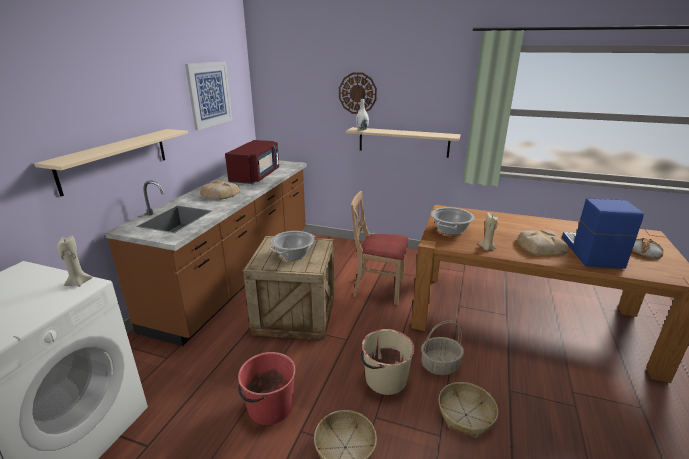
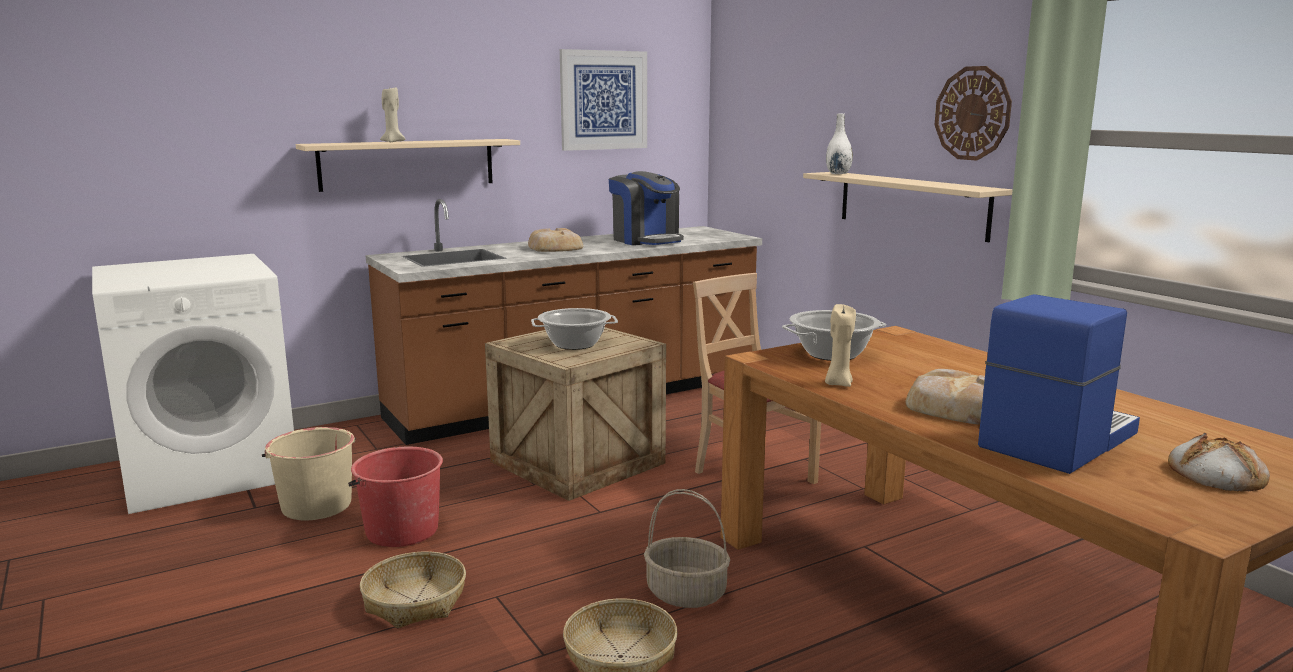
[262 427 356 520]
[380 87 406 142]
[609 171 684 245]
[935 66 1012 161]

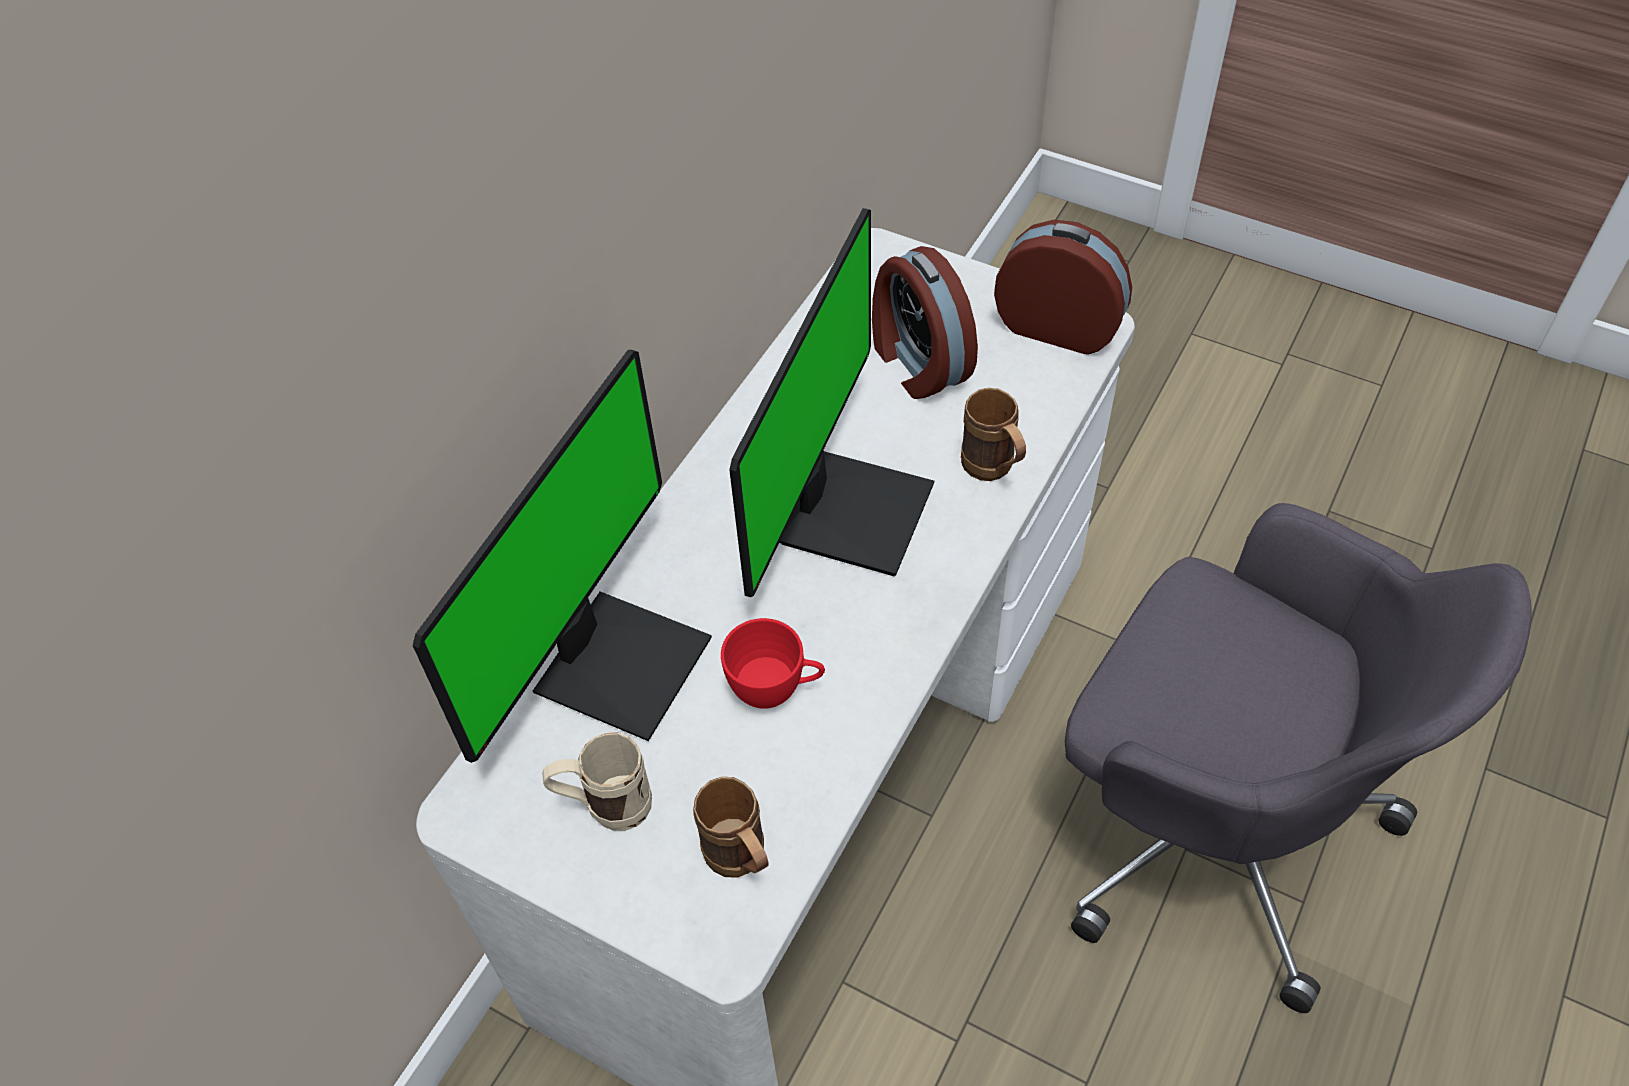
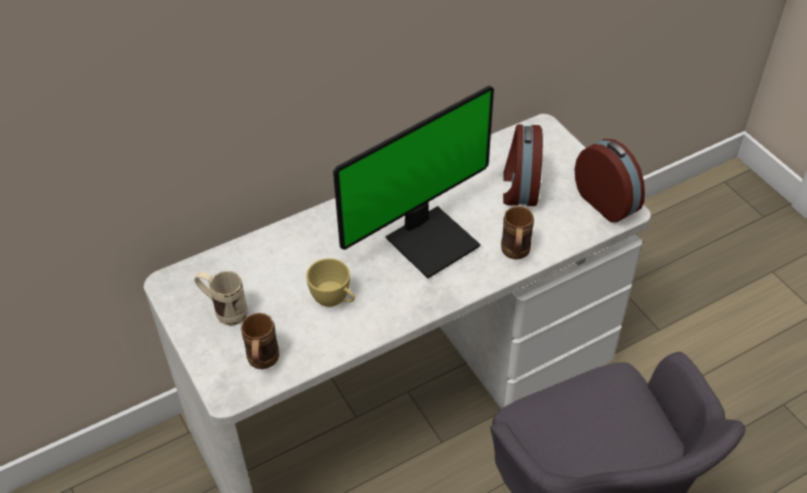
[306 258 355 307]
[412 350 712 763] (first image)

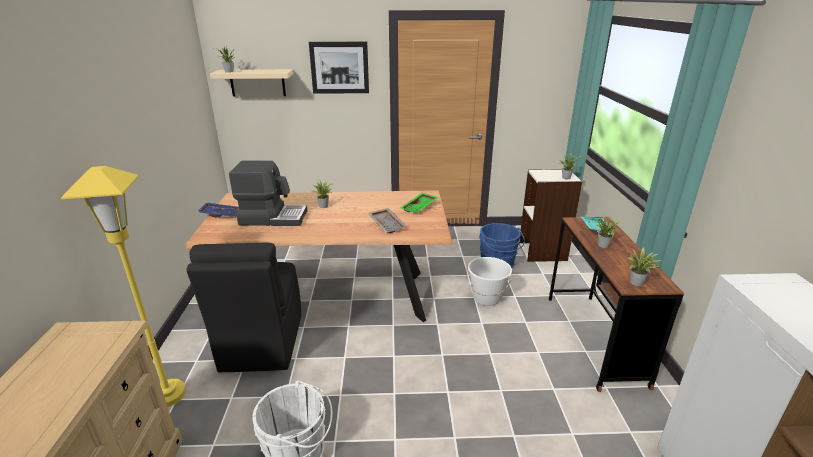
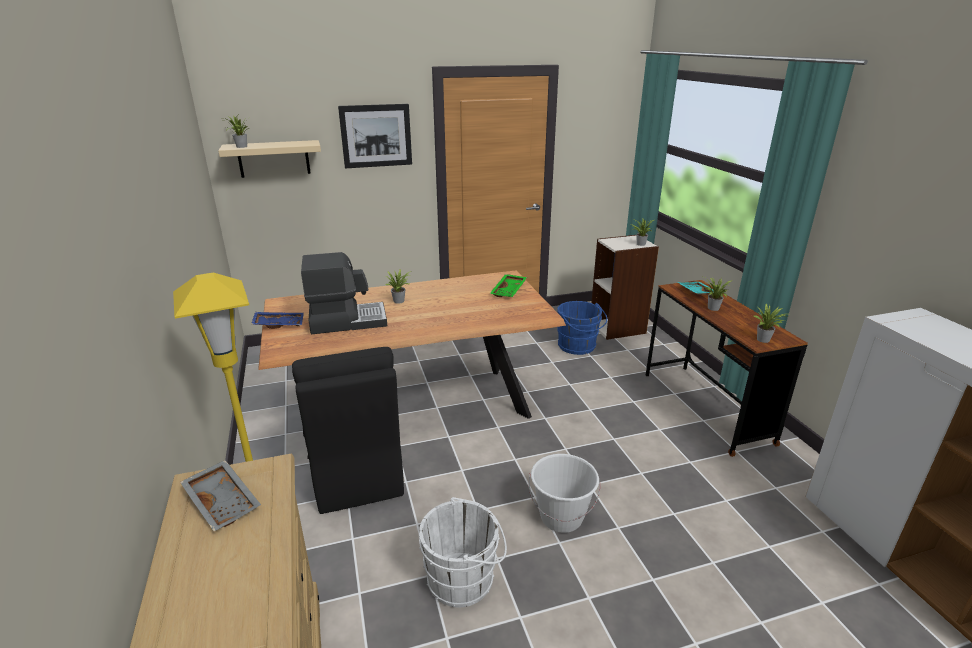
[180 460 261 531]
[529 454 601 533]

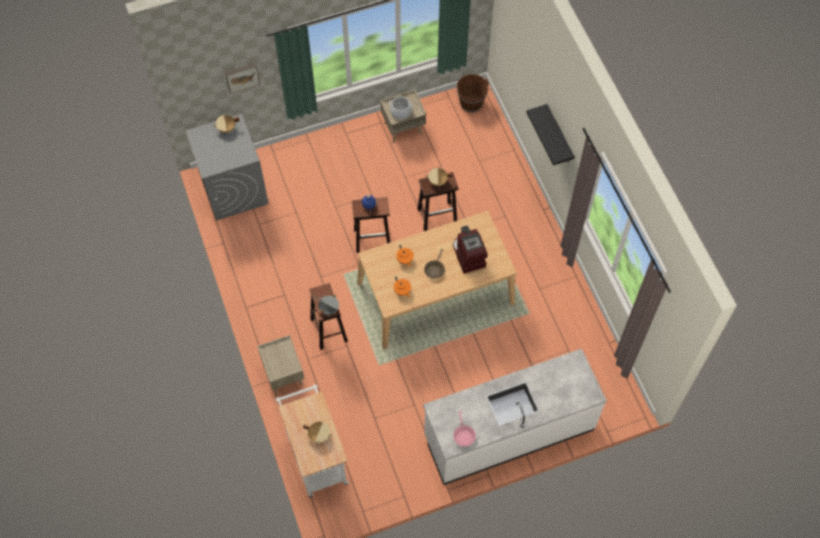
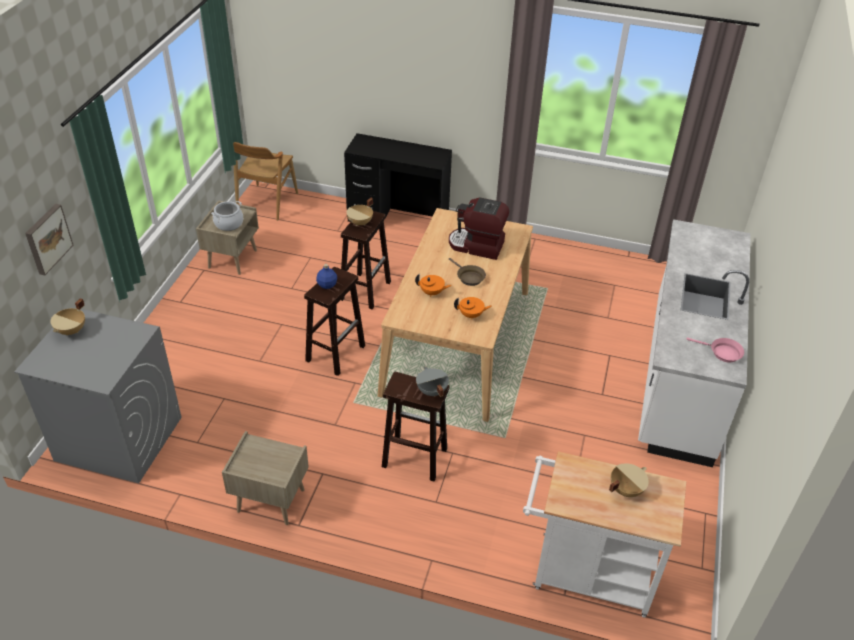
[222 431 309 525]
[233 142 298 221]
[344 133 452 222]
[526 104 575 165] (first image)

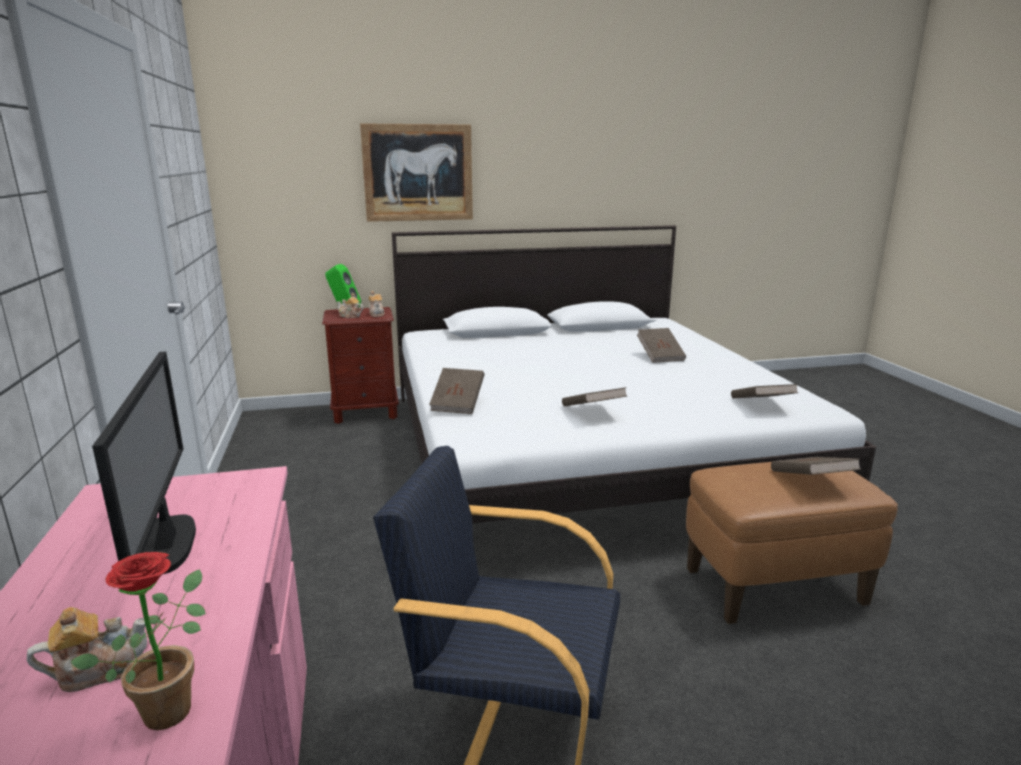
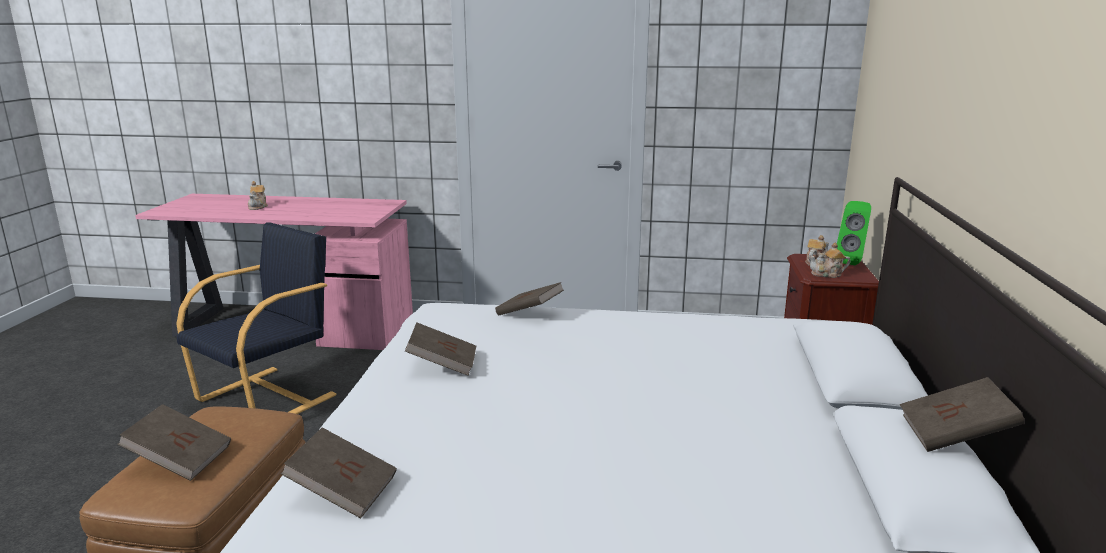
[900 377 1025 452]
[71 552 206 730] (first image)
[92 351 196 574] (first image)
[360 123 473 222] (first image)

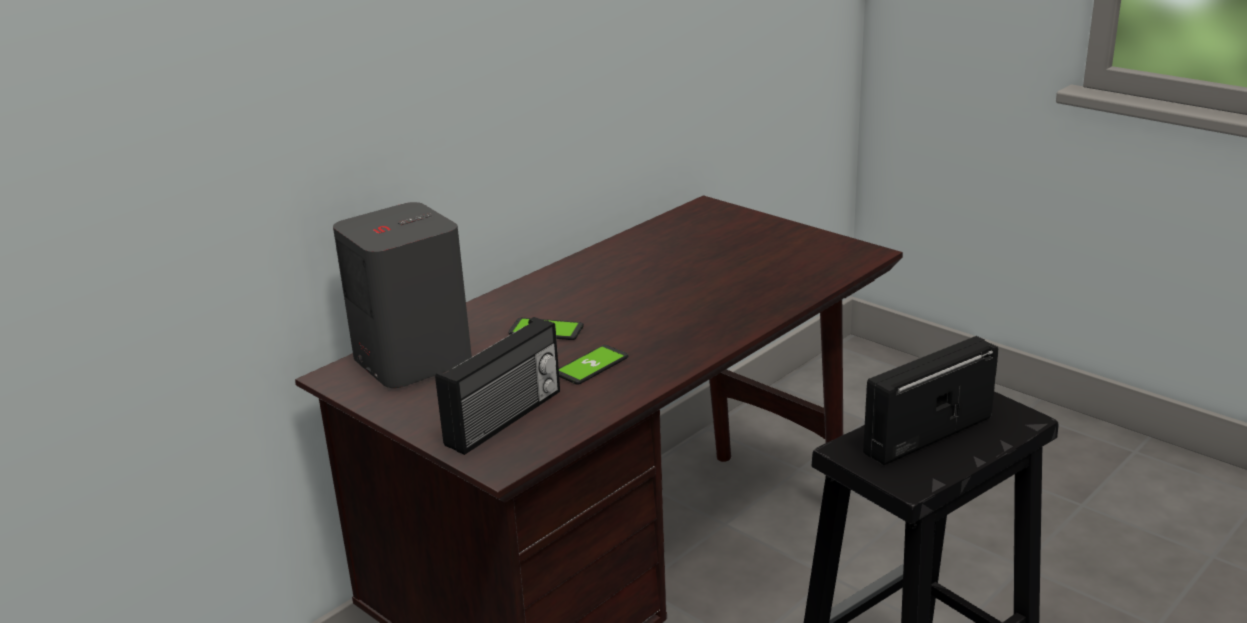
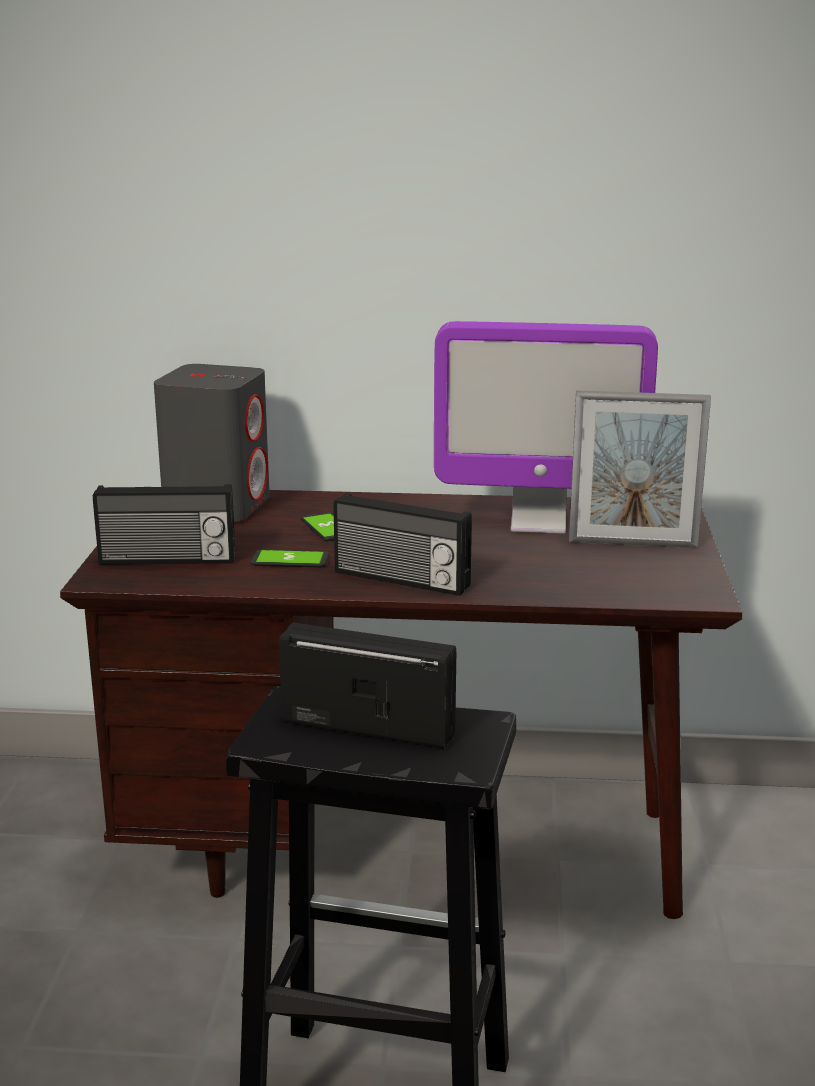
[333 493 472 596]
[434 321 658 534]
[569 390 711 548]

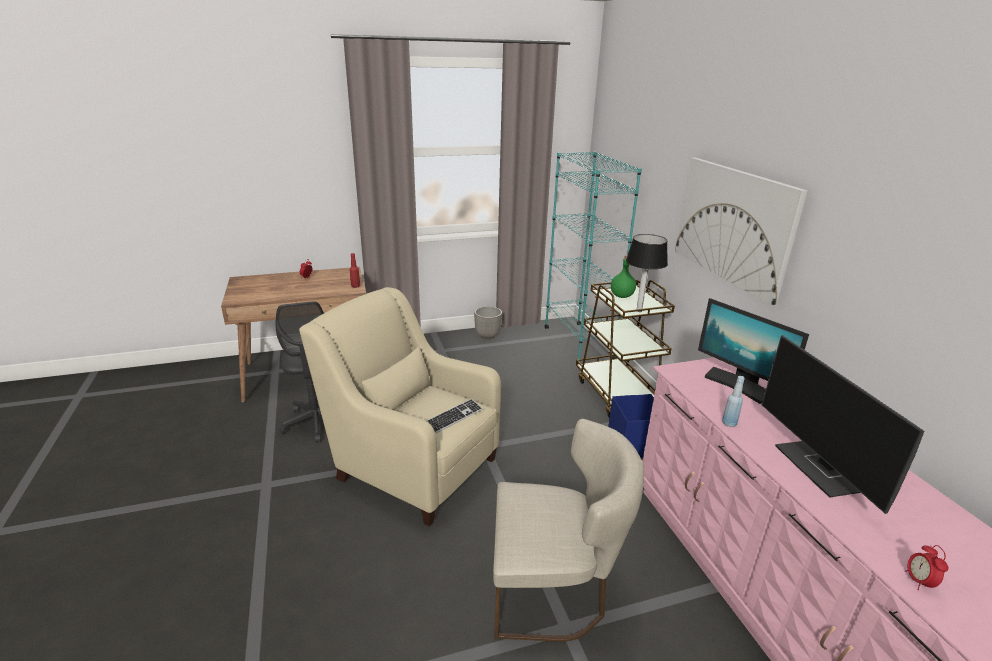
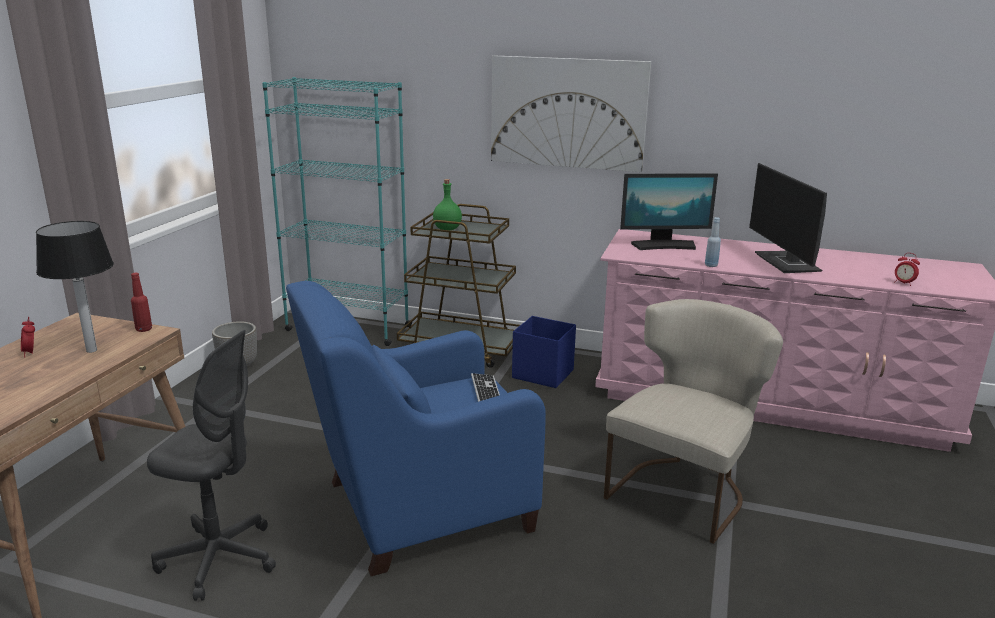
[36 221 114 353]
[286 281 546 576]
[749 163 827 273]

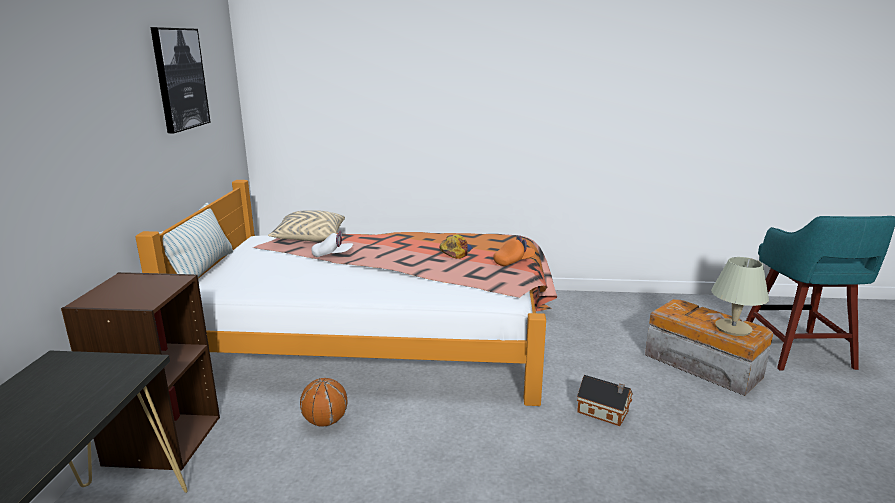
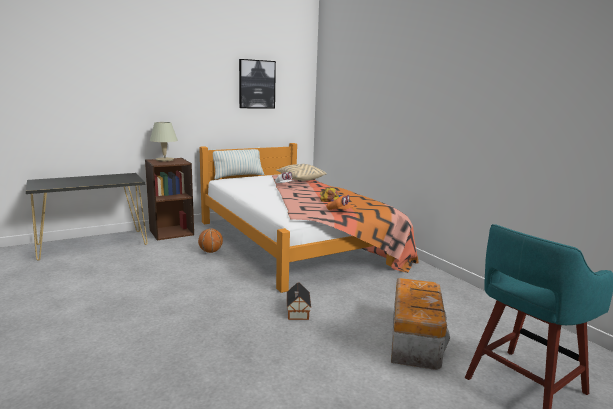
[150 122 178 161]

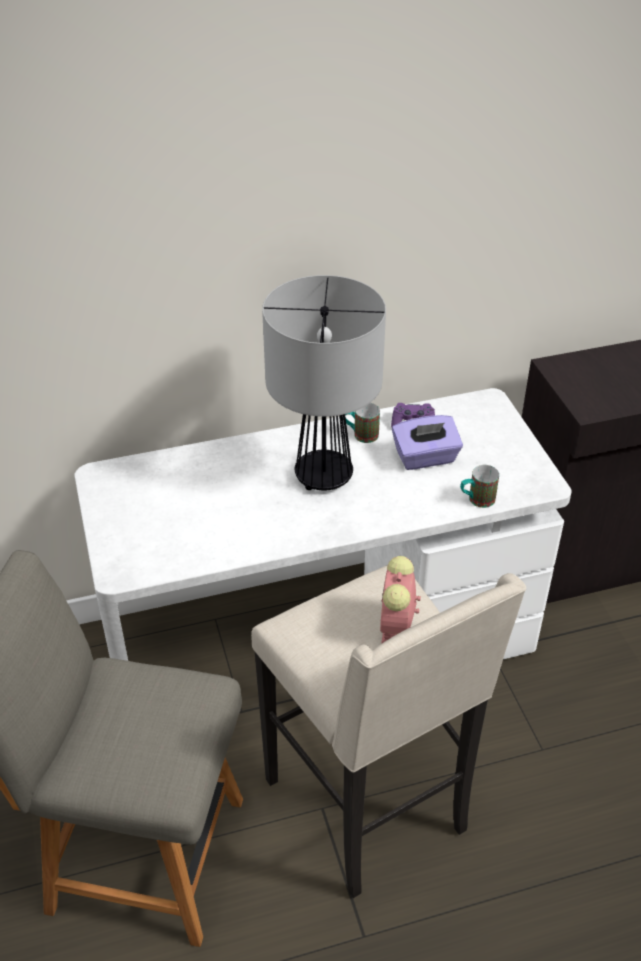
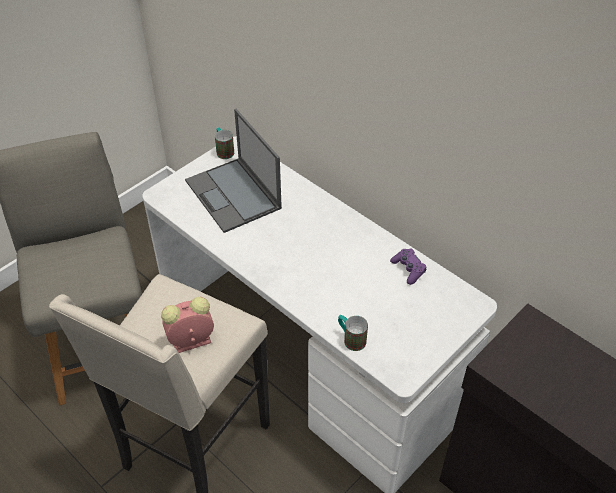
[185 109 282 233]
[215 127 234 159]
[262 275 386 490] (first image)
[392 415 463 470] (first image)

